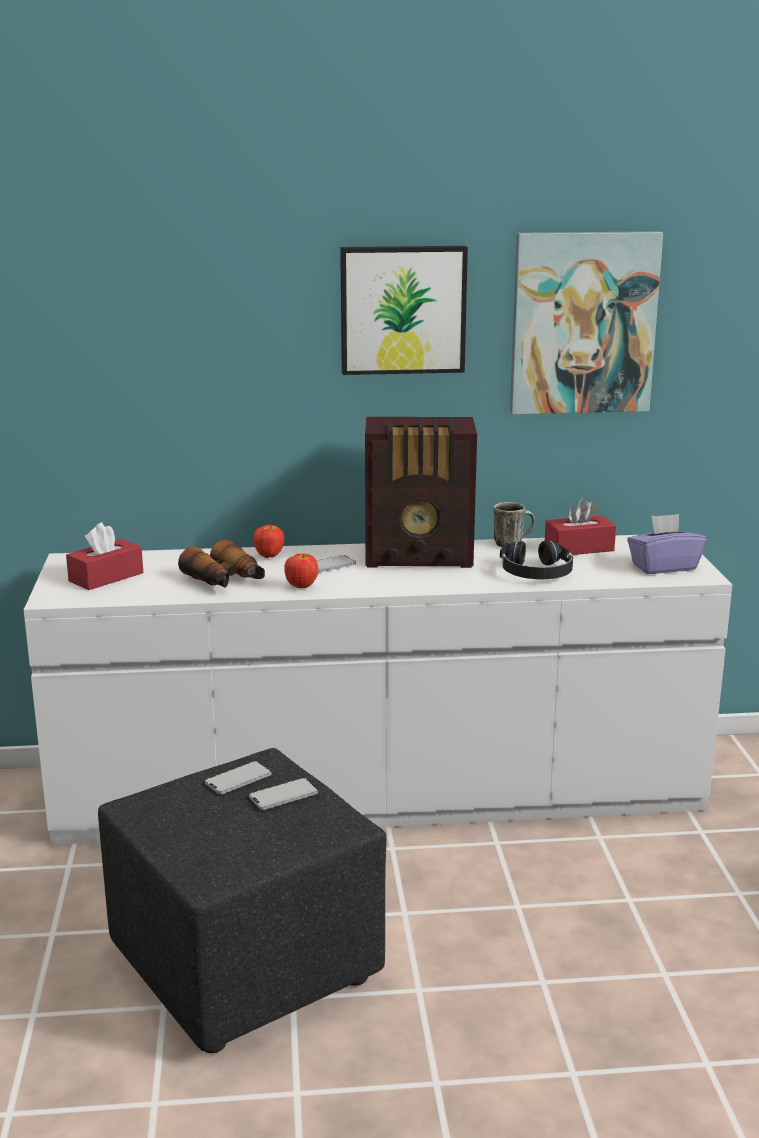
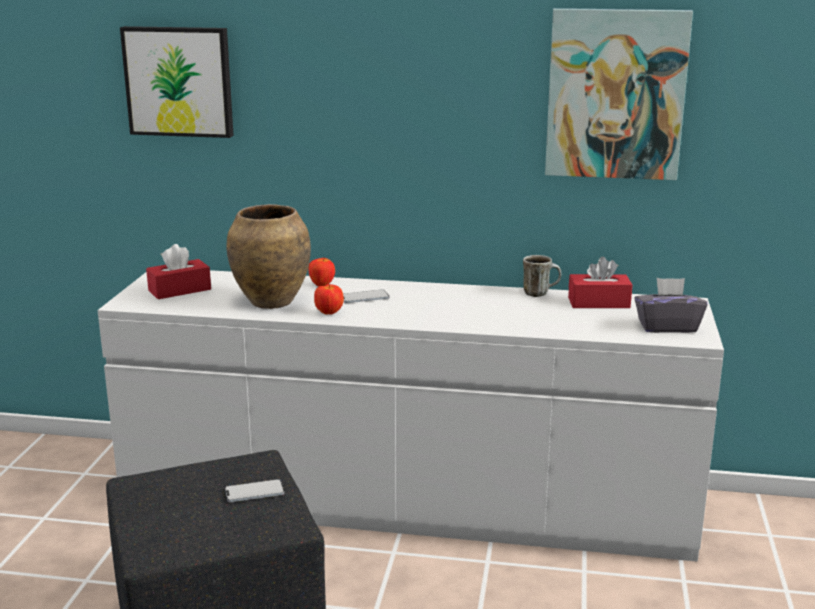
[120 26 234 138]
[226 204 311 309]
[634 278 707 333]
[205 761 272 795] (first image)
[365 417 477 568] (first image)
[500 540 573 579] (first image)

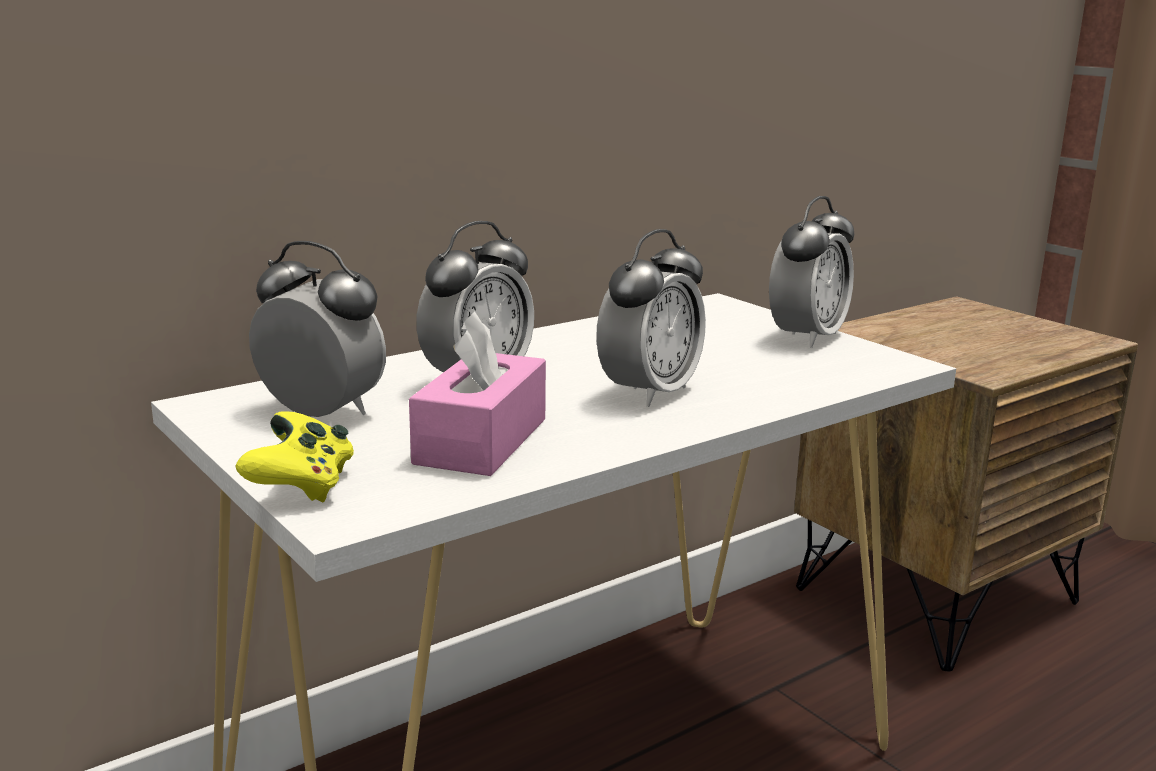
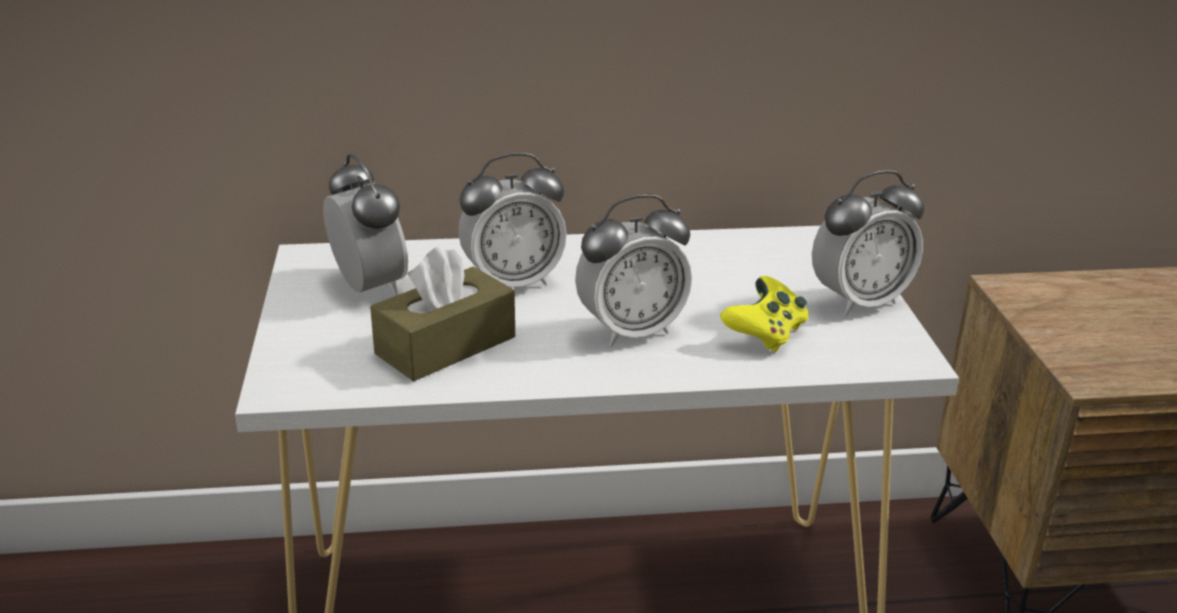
[370 245 515 381]
[720 276 808 352]

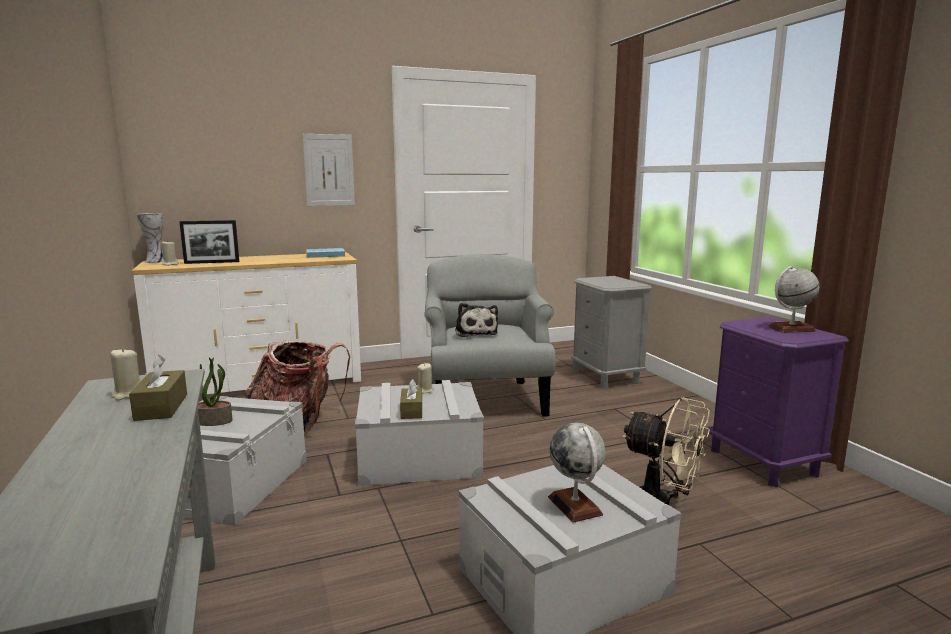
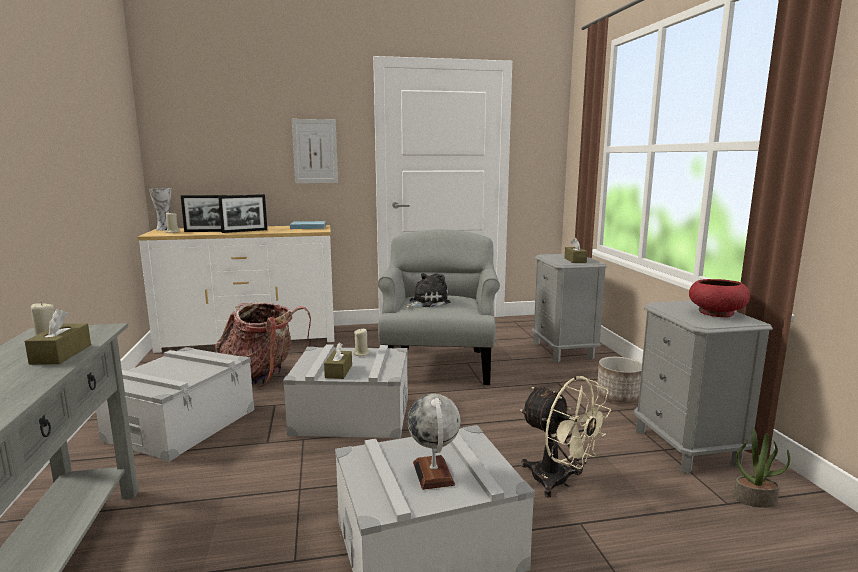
[218 194 267 233]
[405 273 450 308]
[564 238 588 263]
[597 357 642 403]
[634 300 773 474]
[689 279 750 317]
[733 429 790 508]

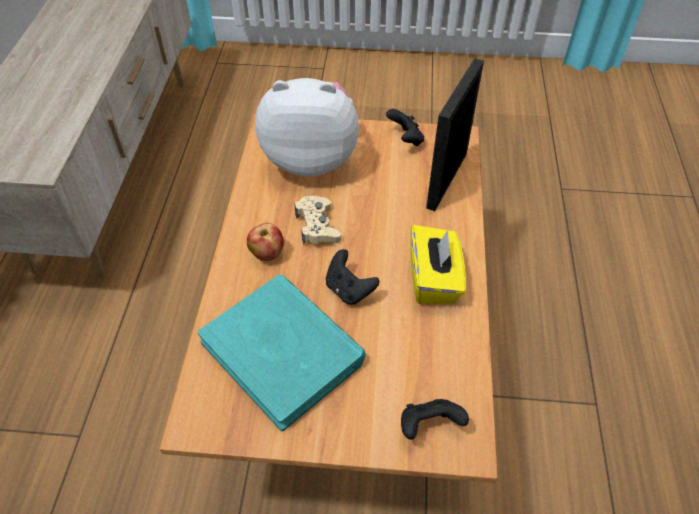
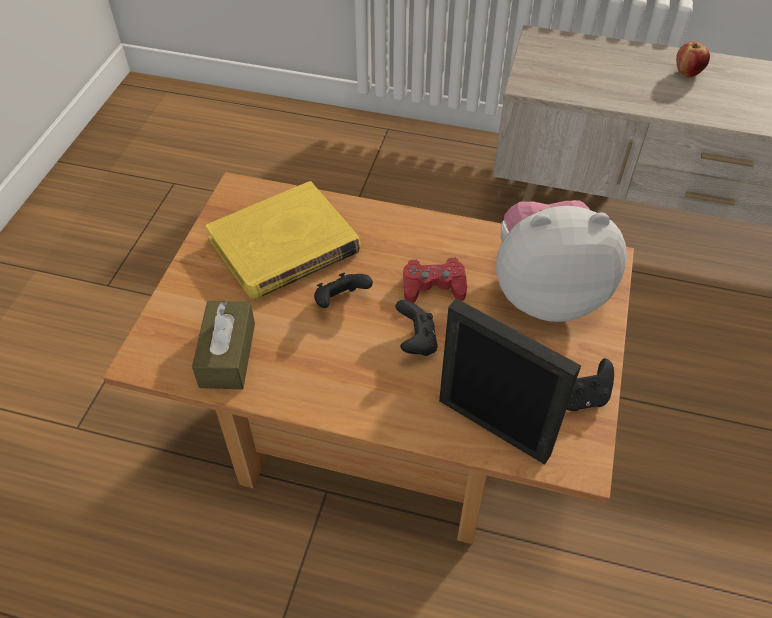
[192 301 255 389]
[206 181 361 300]
[395 300 438 356]
[403 258 467 303]
[496 200 627 322]
[676 41 710 77]
[410 225 466 304] (first image)

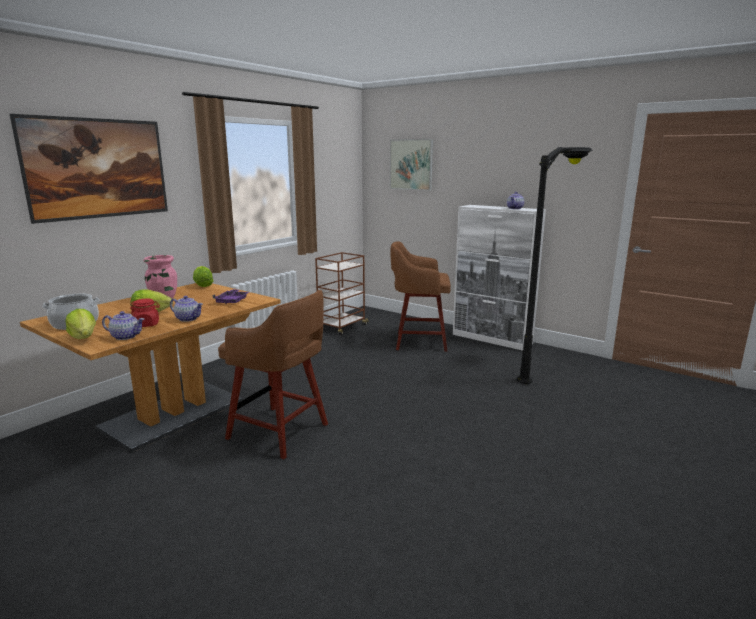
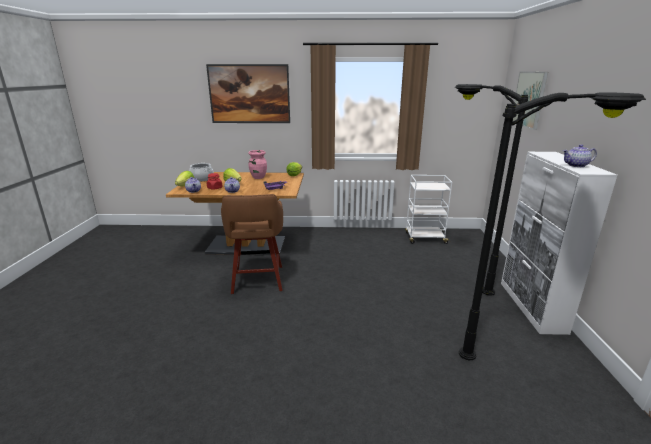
[405 175 452 244]
[454 84 528 296]

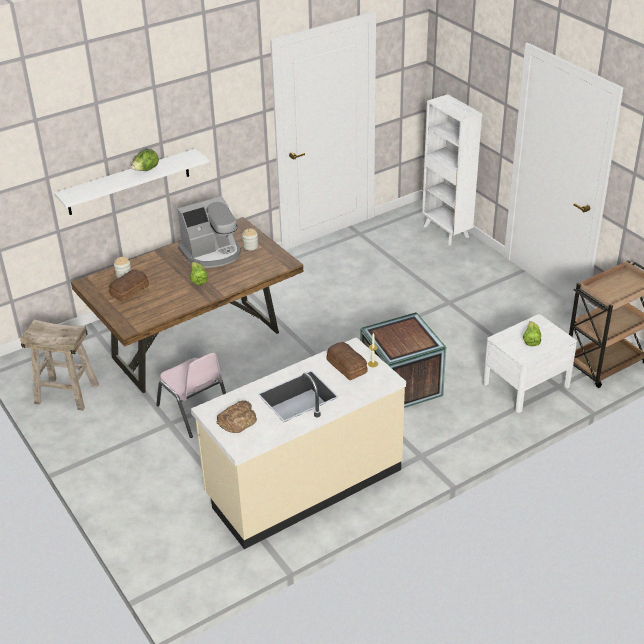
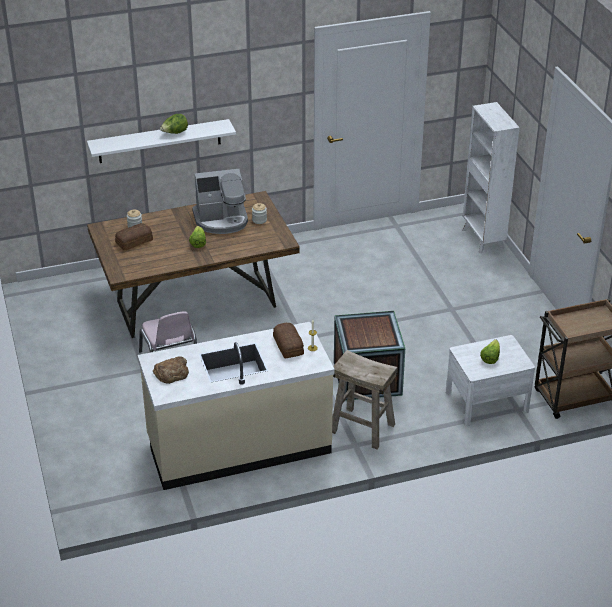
[332 350 397 449]

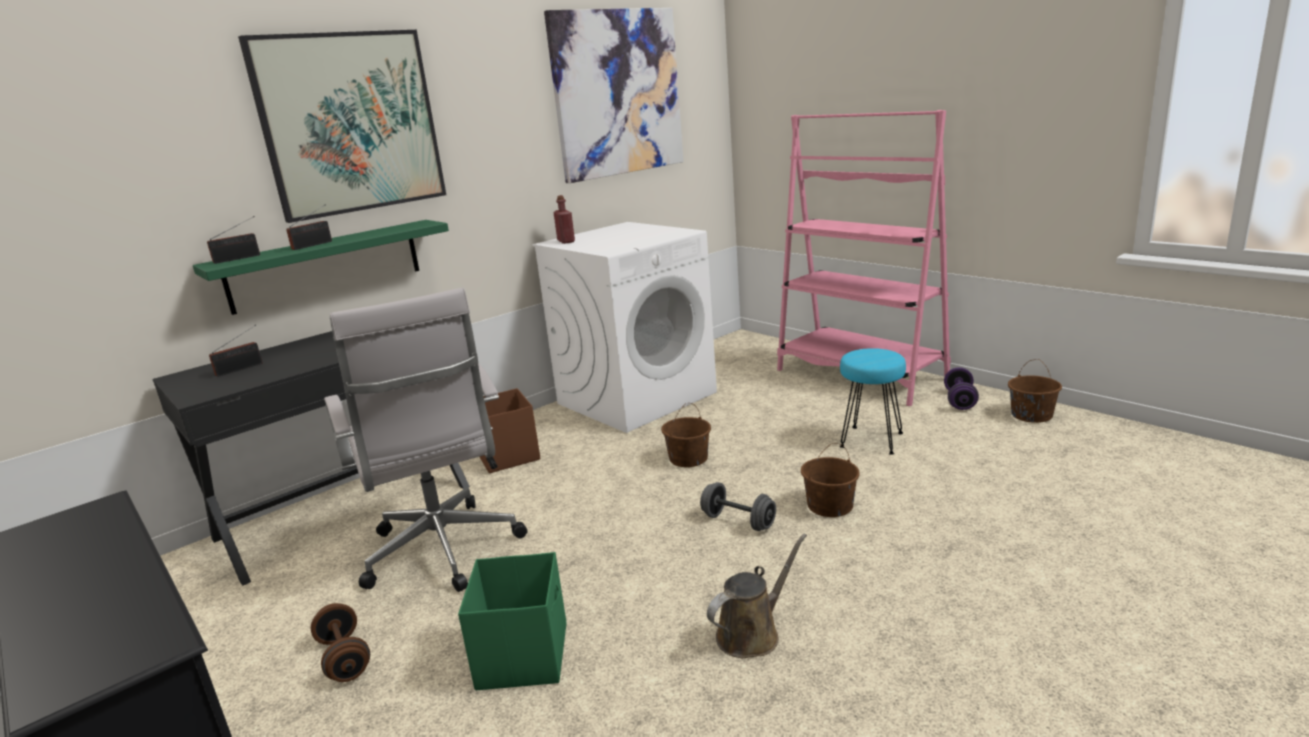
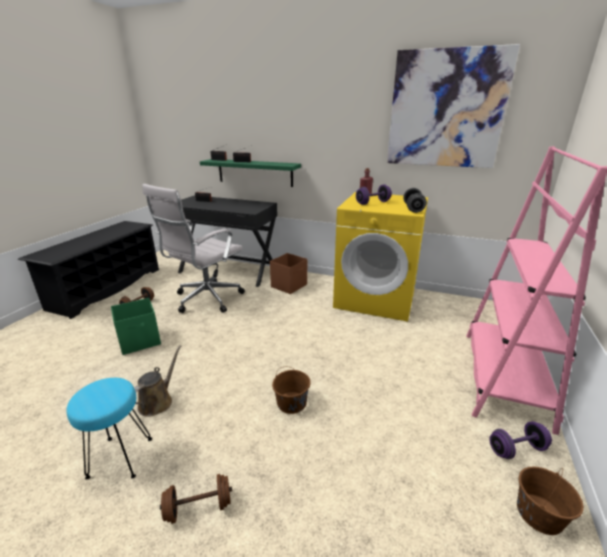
[66 378 152 480]
[134 345 181 417]
[160 474 232 524]
[333 192 428 322]
[356 185 392 205]
[403 188 427 213]
[238 30 446 223] (first image)
[661 403 711 467] (first image)

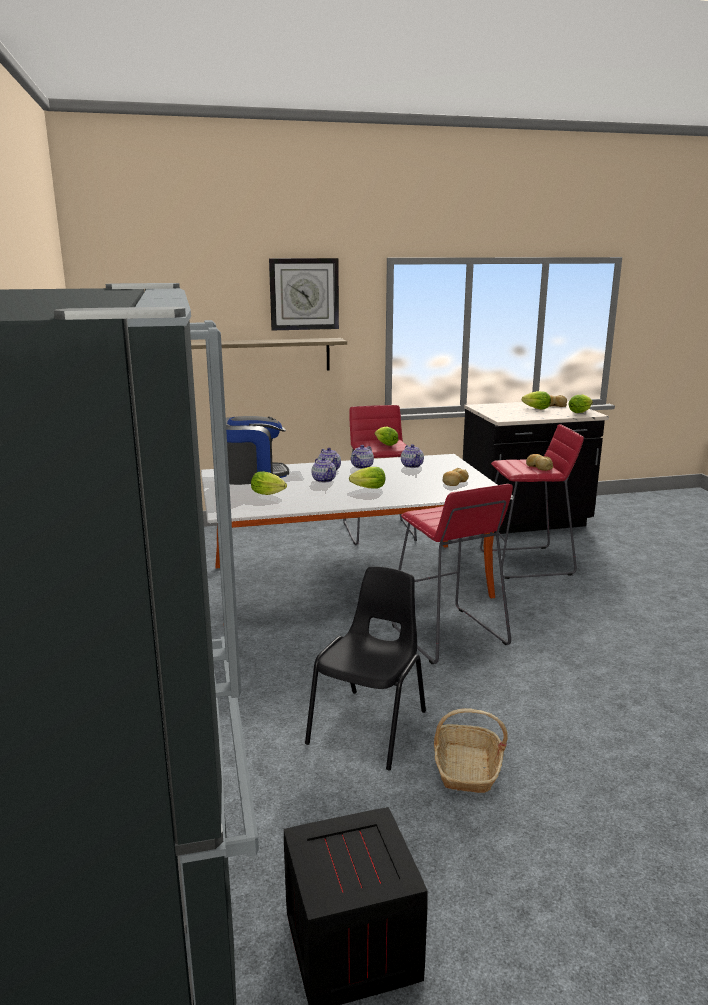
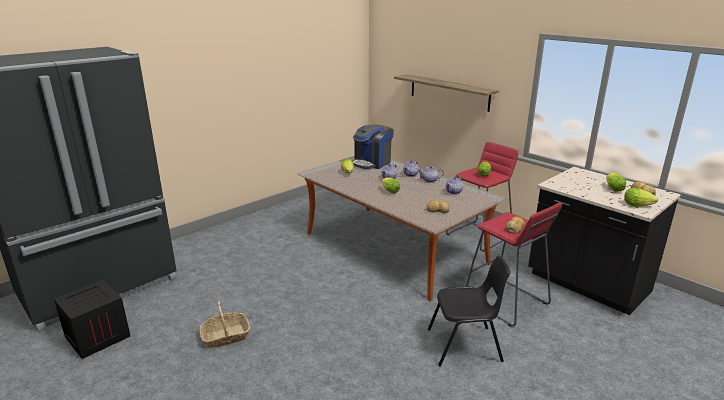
[352 124 394 169]
[428 256 510 367]
[269 258 339 331] (first image)
[392 484 513 664] (first image)

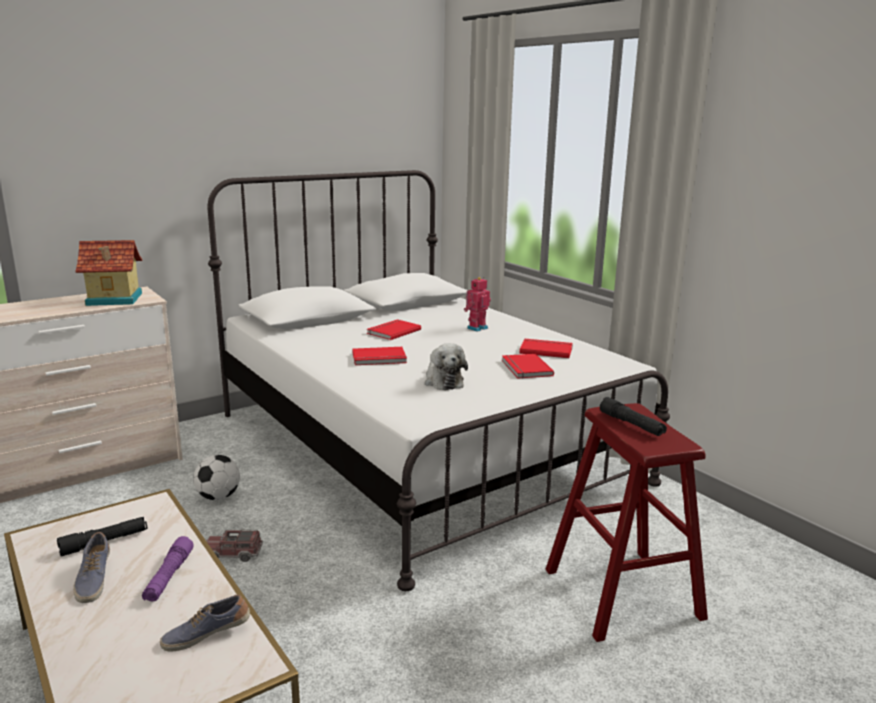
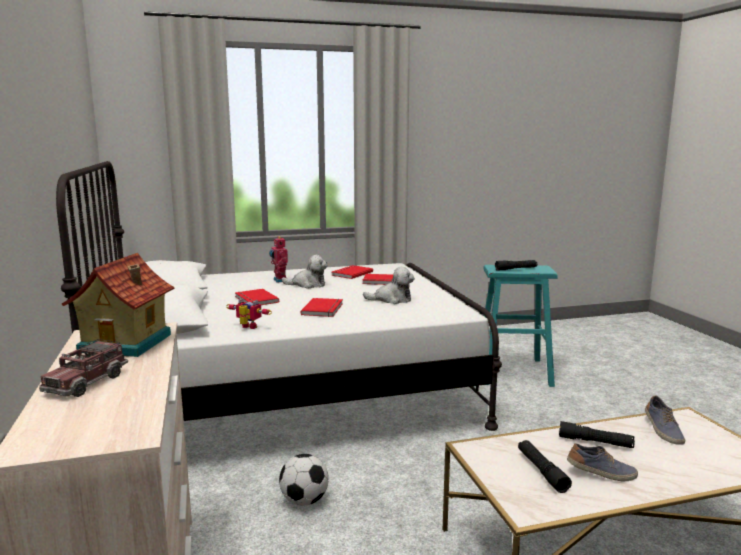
[39 339 128 397]
[226 298 272 329]
[282 255 328 289]
[483 265 558 387]
[559 421 635 448]

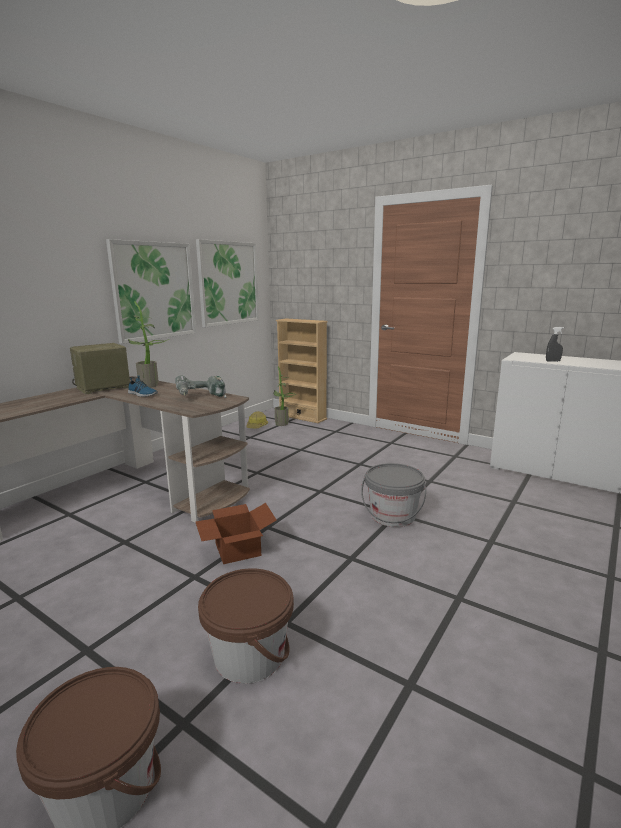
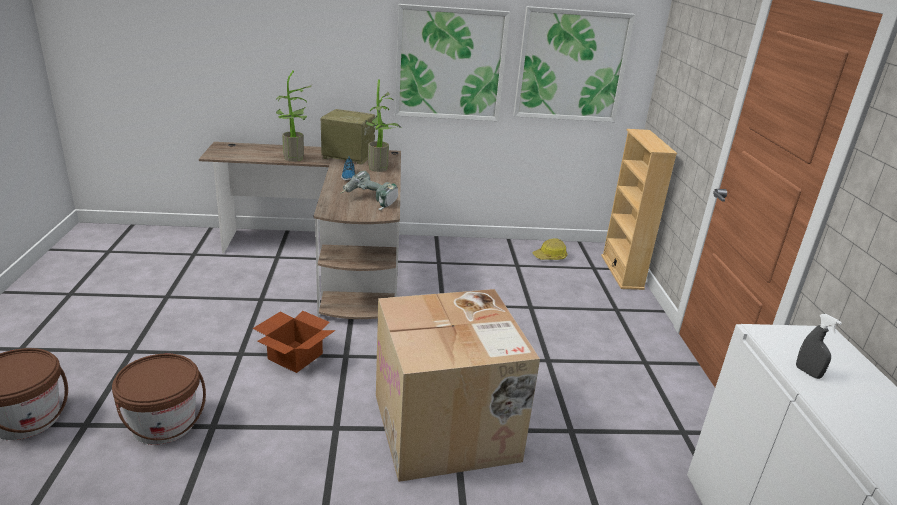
[276 70 312 162]
[376 289 540 482]

